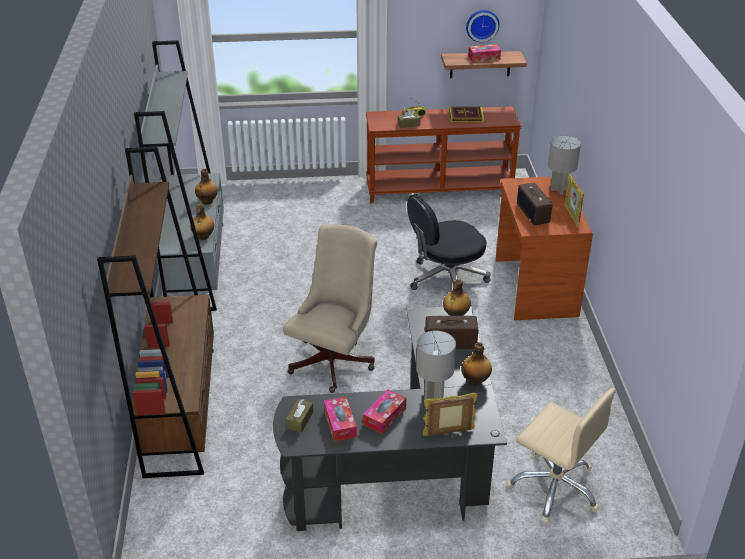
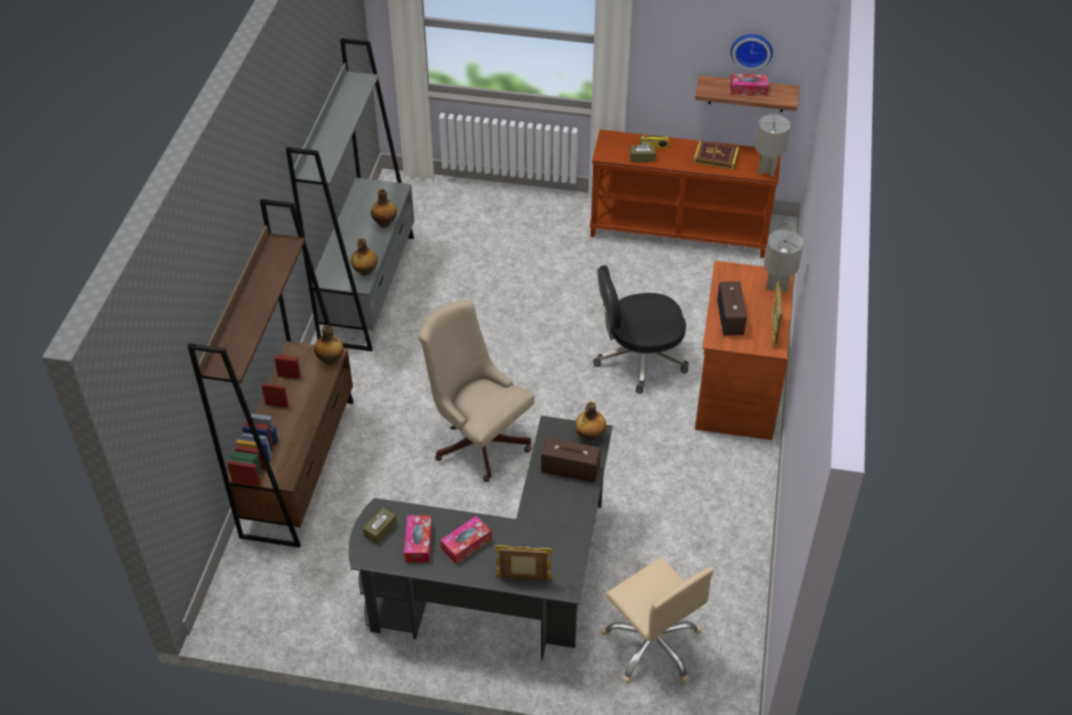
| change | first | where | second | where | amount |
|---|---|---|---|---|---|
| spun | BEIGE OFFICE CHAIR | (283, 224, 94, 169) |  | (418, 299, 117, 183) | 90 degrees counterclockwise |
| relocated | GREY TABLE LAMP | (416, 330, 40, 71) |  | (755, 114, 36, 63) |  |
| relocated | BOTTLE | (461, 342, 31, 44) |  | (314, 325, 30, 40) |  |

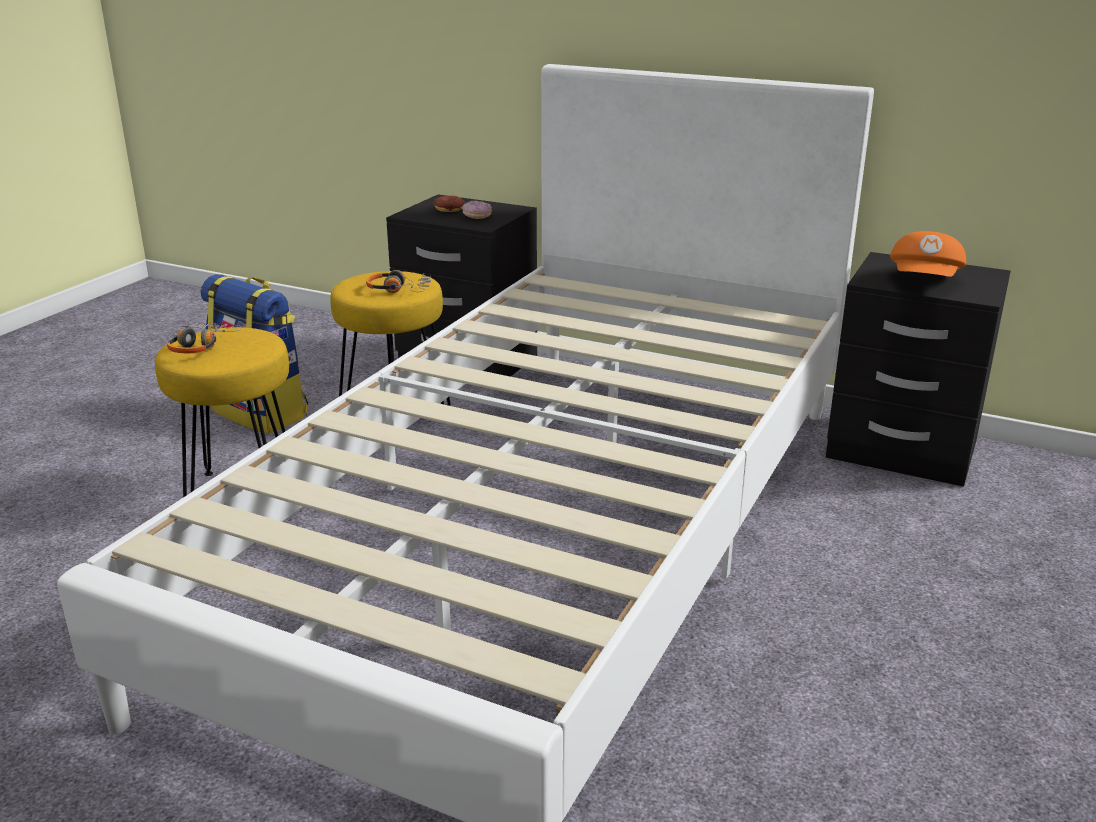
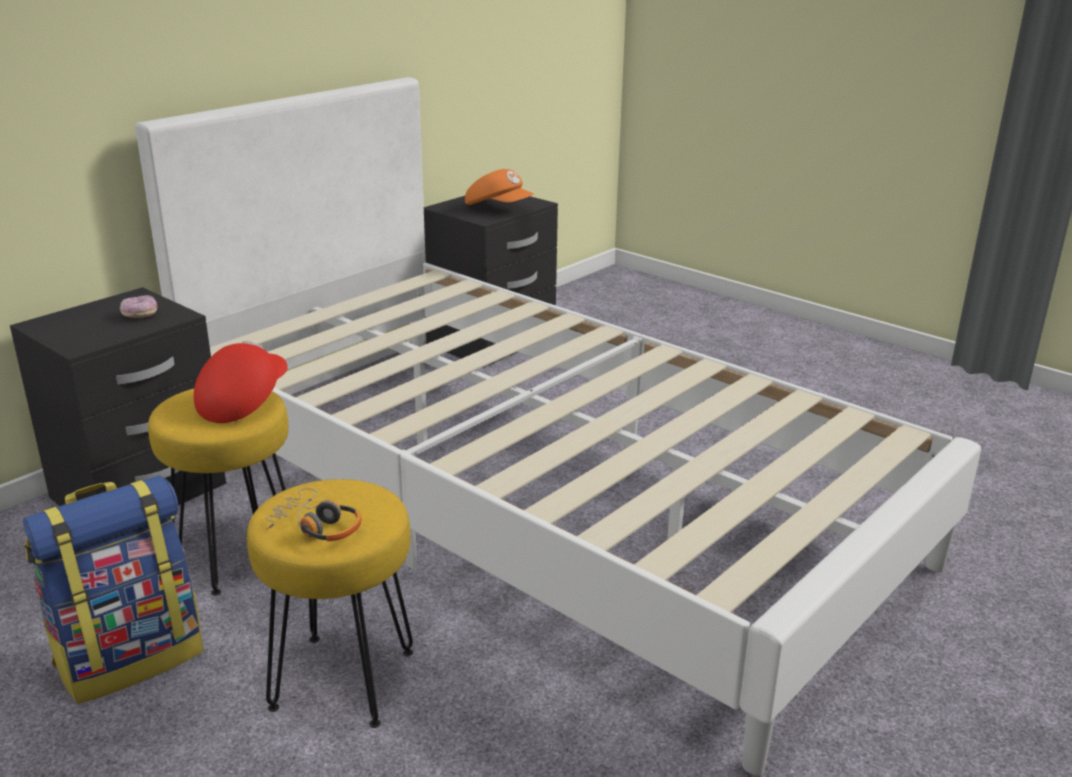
| change | first | where | second | where | amount |
|---|---|---|---|---|---|
| missing | DONUT | (434, 196, 31, 16) |  |  |  |
| exchanged | HEADPHONES | (366, 270, 65, 23) | RED CAP | (194, 341, 94, 82) |  |

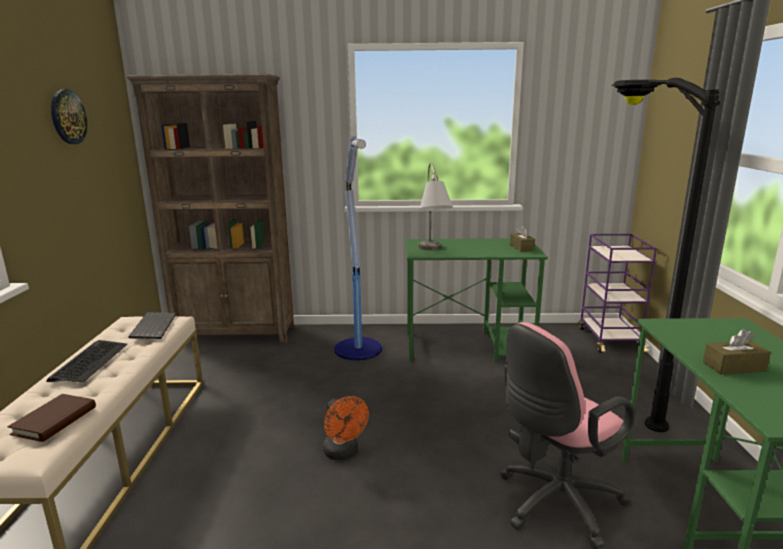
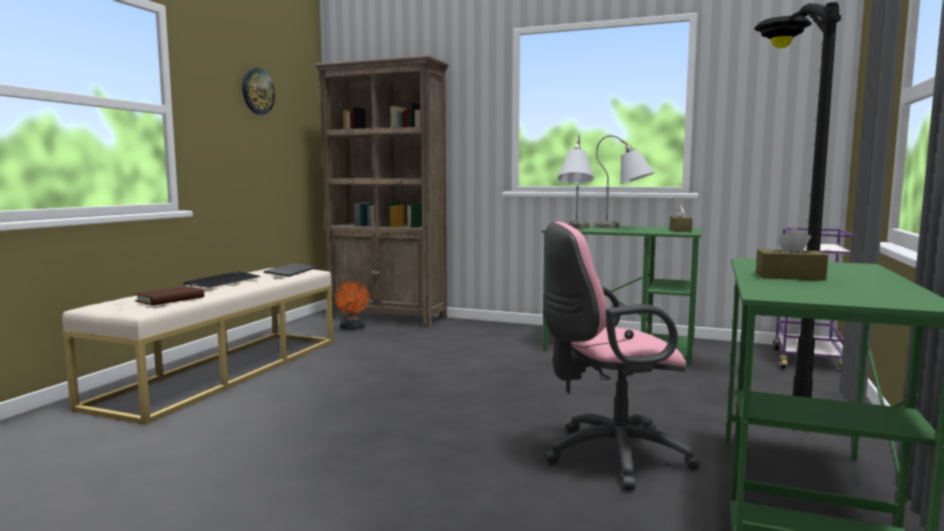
| change | first | where | second | where | amount |
|---|---|---|---|---|---|
| missing | FLOOR LAMP | (334, 136, 48, 224) |  |  |  |
| relocated | ORANGE FAN | (323, 396, 46, 64) |  | (335, 281, 34, 49) |  |
| appeared |  |  | GREY TABLE LAMP | (594, 135, 61, 93) |  |

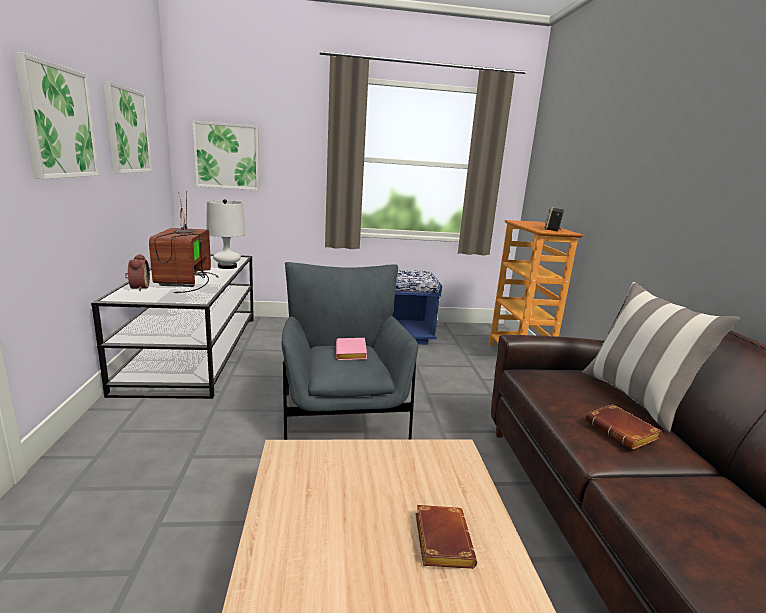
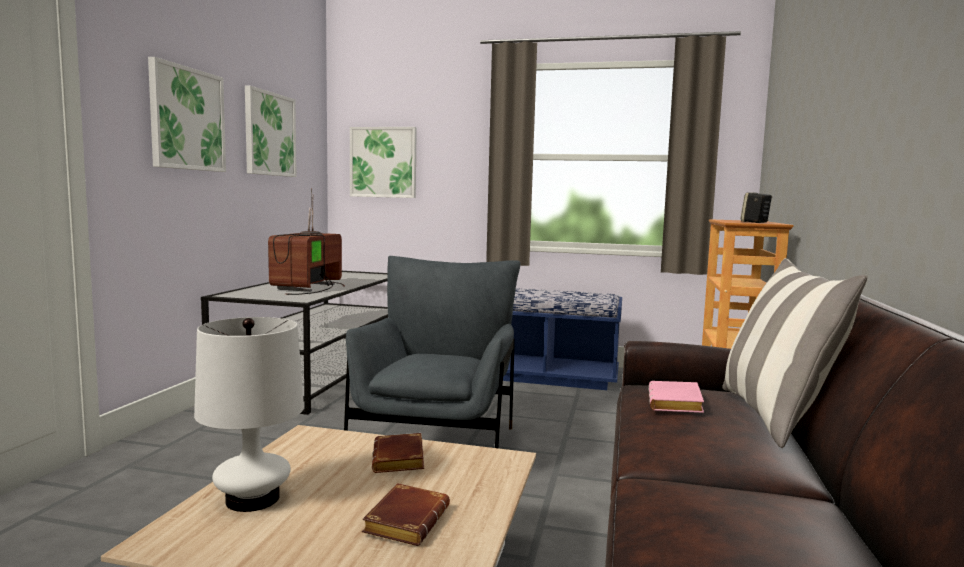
| change | first | where | second | where | amount |
|---|---|---|---|---|---|
| relocated | WHITE TABLE LAMP | (206, 199, 39, 70) |  | (194, 317, 110, 195) |  |
| missing | ALARM CLOCK | (125, 254, 25, 37) |  |  |  |
| relocated | PINK BOOK | (336, 338, 31, 22) |  | (649, 381, 55, 32) |  |
| relocated | BROWN BOOK | (585, 404, 76, 46) |  | (372, 433, 52, 40) |  |

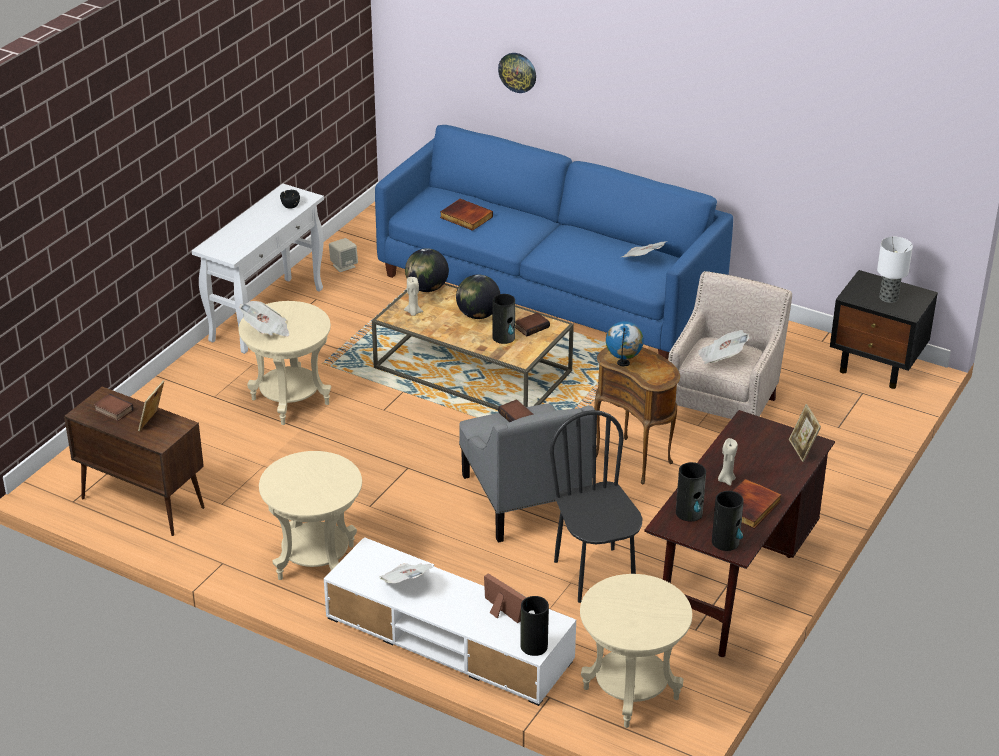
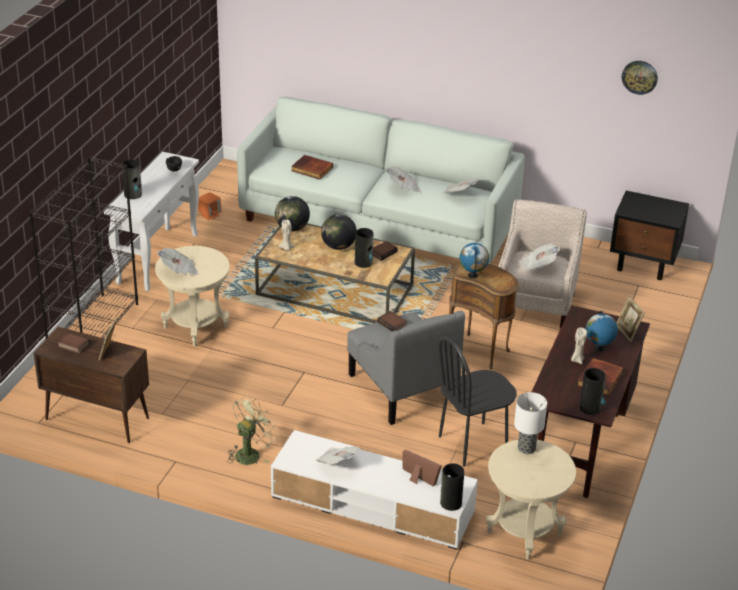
| change | first | where | second | where | amount |
|---|---|---|---|---|---|
| relocated | WALL CLOCK | (498, 53, 38, 40) |  | (622, 61, 36, 34) |  |
| colour | BLUE SOFA | (375, 125, 358, 235) | WHITE SOFA | (237, 97, 288, 167) |  |
| relocated | TABLE LAMP | (877, 237, 36, 66) |  | (514, 392, 33, 62) |  |
| colour | BEIGE SPEAKER | (329, 238, 29, 34) | ORANGE SPEAKER | (198, 192, 24, 28) |  |
| spun | BLACK CHAIR | (549, 410, 94, 193) |  | (438, 337, 79, 130) | 90 degrees counterclockwise |
| exchanged | BEIGE SIDE TABLE | (259, 451, 103, 129) | GREEN FAN | (227, 396, 52, 69) |  |
| relocated | VASE | (676, 462, 30, 59) |  | (122, 159, 20, 40) |  |
| appeared |  |  | BLACK BOOKCASE | (29, 156, 109, 183) |  |
| appeared |  |  | NEWSPAPER | (385, 167, 36, 25) |  |
| appeared |  |  | GLOBE | (586, 311, 32, 40) |  |

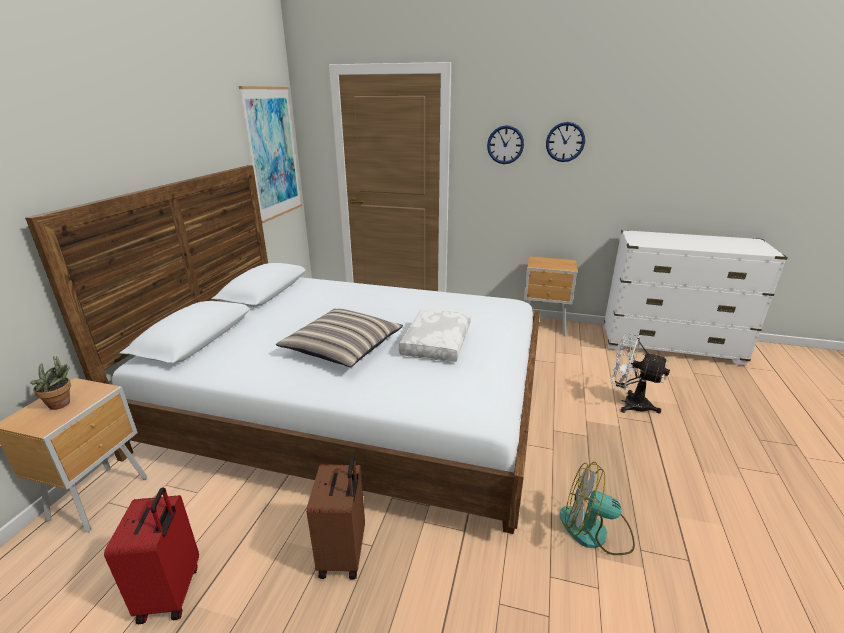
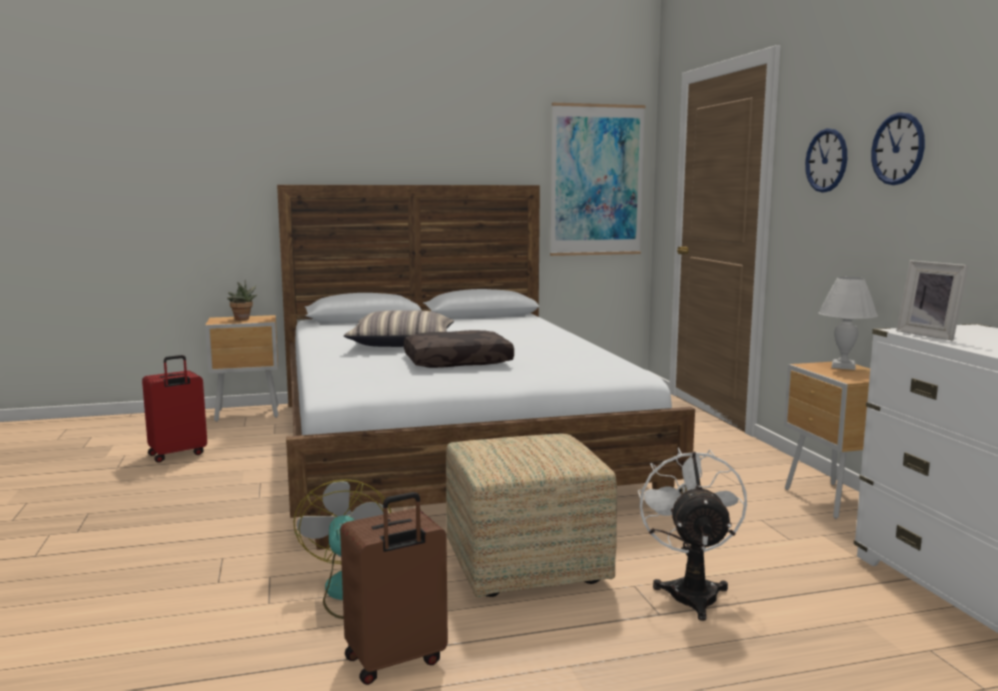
| change | first | where | second | where | amount |
|---|---|---|---|---|---|
| colour | WHITE PILLOW | (399, 310, 72, 52) | BROWN PILLOW | (404, 330, 110, 38) |  |
| relocated | BROWN SUITCASE | (307, 456, 58, 124) |  | (340, 492, 108, 193) |  |
| appeared |  |  | PICTURE FRAME | (896, 260, 73, 81) |  |
| appeared |  |  | WHITE TABLE LAMP | (819, 277, 59, 93) |  |
| appeared |  |  | OTTOMAN | (446, 434, 171, 163) |  |

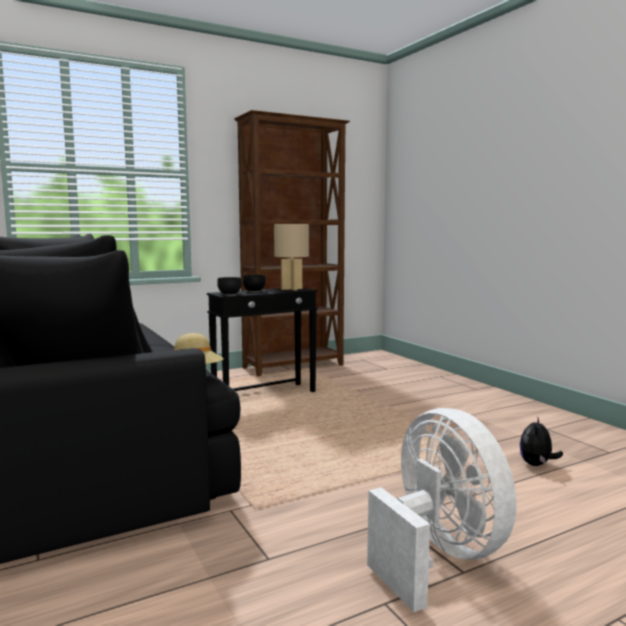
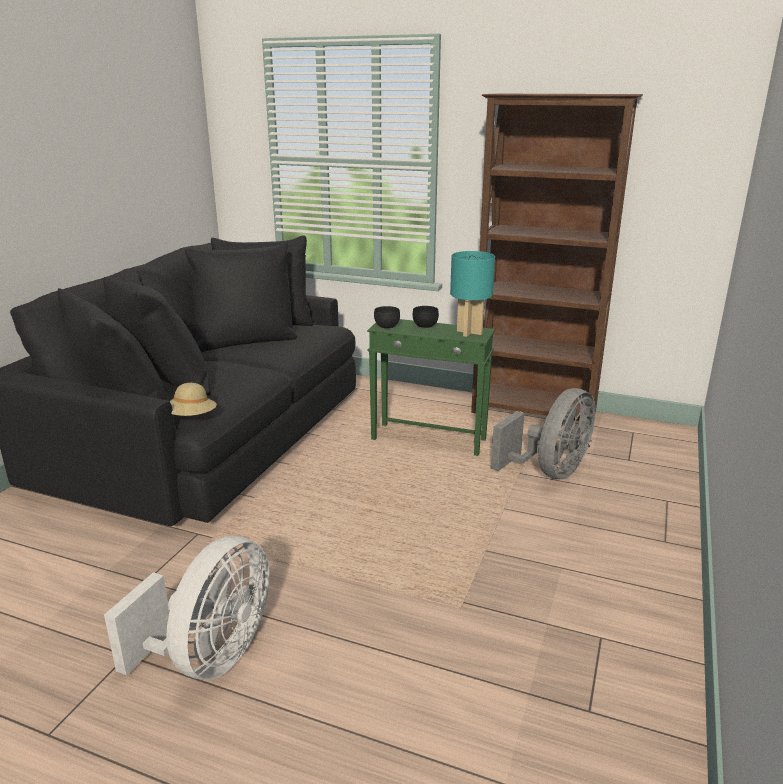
| change | first | where | second | where | amount |
|---|---|---|---|---|---|
| colour | BEIGE TABLE LAMP | (274, 224, 35, 66) | TURQUOISE TABLE LAMP | (450, 251, 45, 86) |  |
| colour | BLACK SIDE TABLE | (207, 288, 111, 104) | GREEN SIDE TABLE | (367, 319, 128, 137) |  |
| missing | PLUSH TOY | (519, 418, 44, 48) |  |  |  |
| appeared |  |  | GREY FAN | (491, 388, 104, 91) |  |

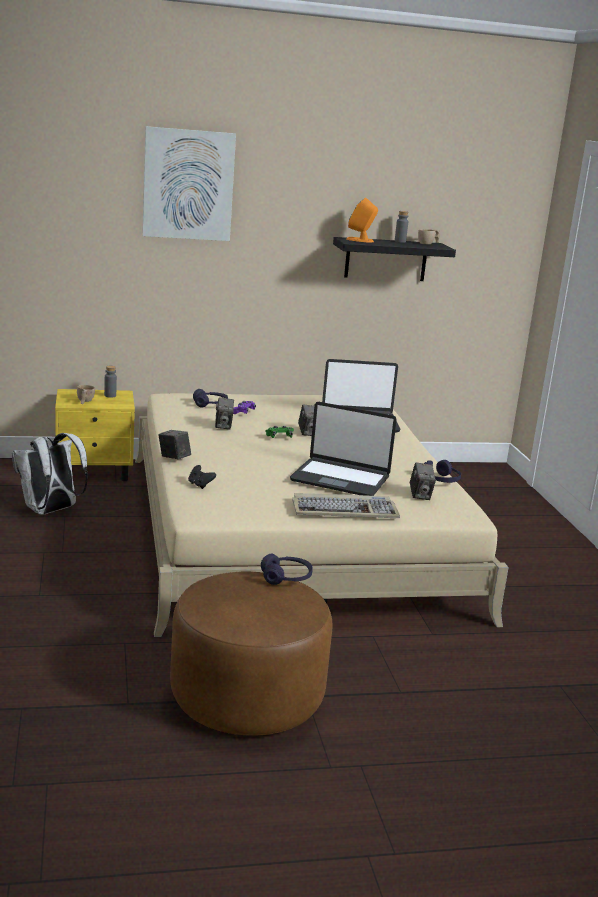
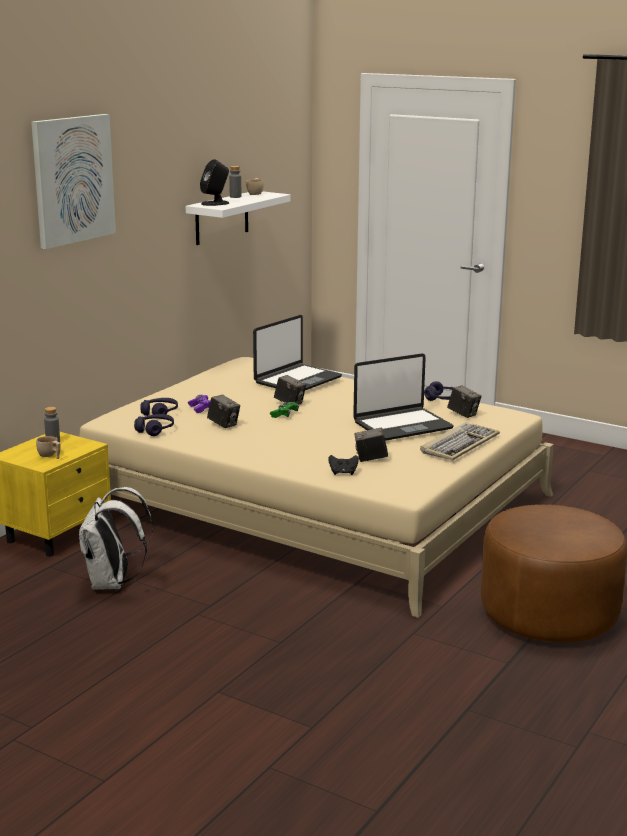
| change | first | where | second | where | amount |
|---|---|---|---|---|---|
| colour | ORANGE SPEAKER | (347, 198, 31, 45) | BLACK SPEAKER | (200, 159, 29, 47) |  |
| colour | BLACK SHELF | (333, 237, 123, 44) | WHITE SHELF | (186, 191, 105, 54) |  |
| relocated | PHOTO CAMERA | (158, 430, 33, 29) |  | (355, 428, 33, 34) |  |
| relocated | PURPLE HEADPHONES | (261, 554, 52, 31) |  | (134, 414, 40, 22) |  |

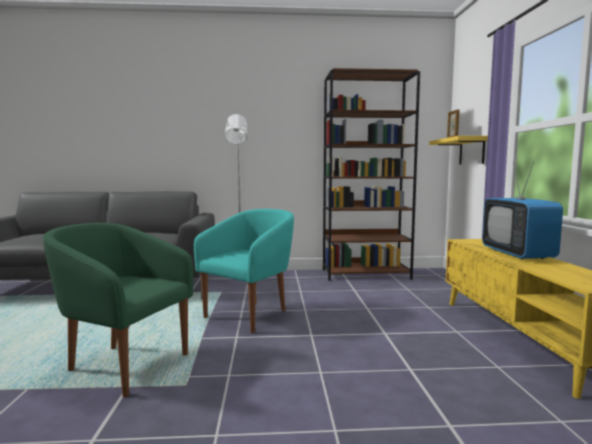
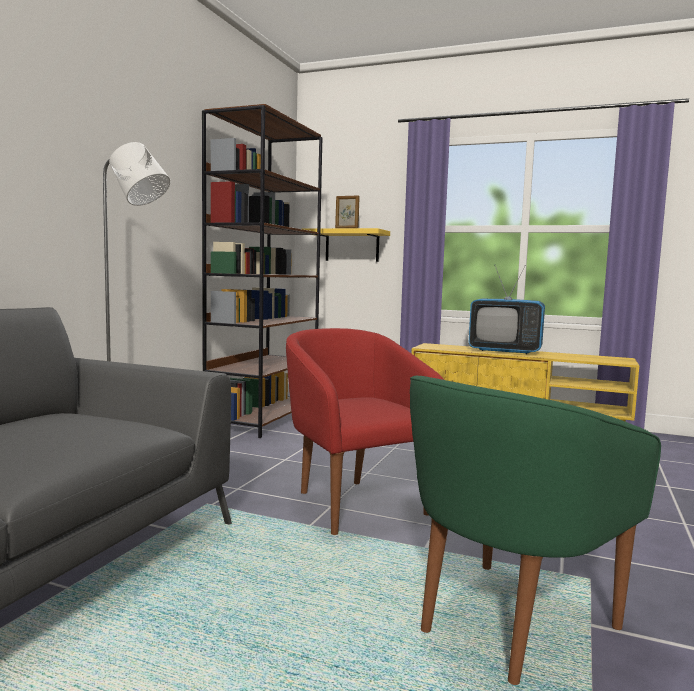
| change | first | where | second | where | amount |
|---|---|---|---|---|---|
| colour | TURQUOISE ARMCHAIR | (194, 209, 100, 124) | RED ARMCHAIR | (286, 328, 158, 207) |  |

